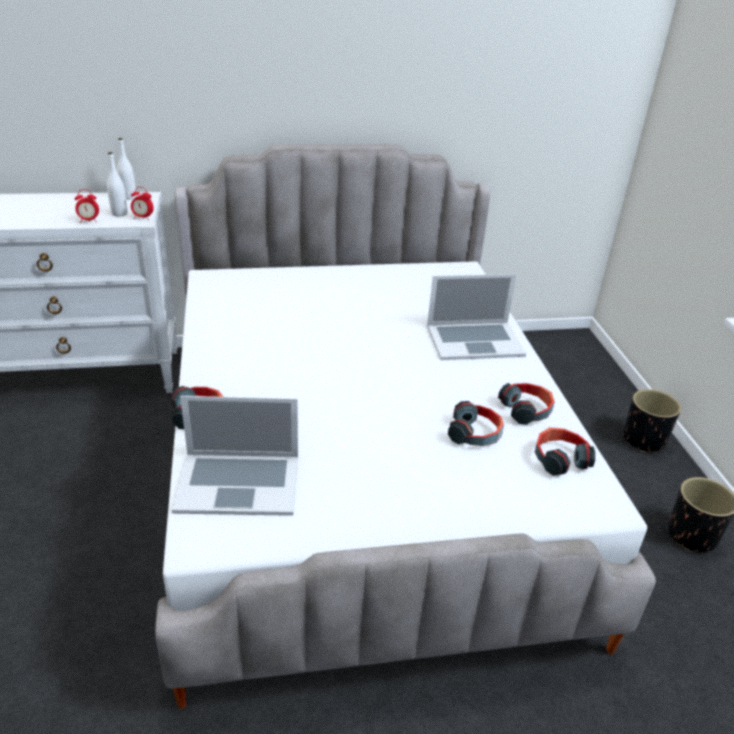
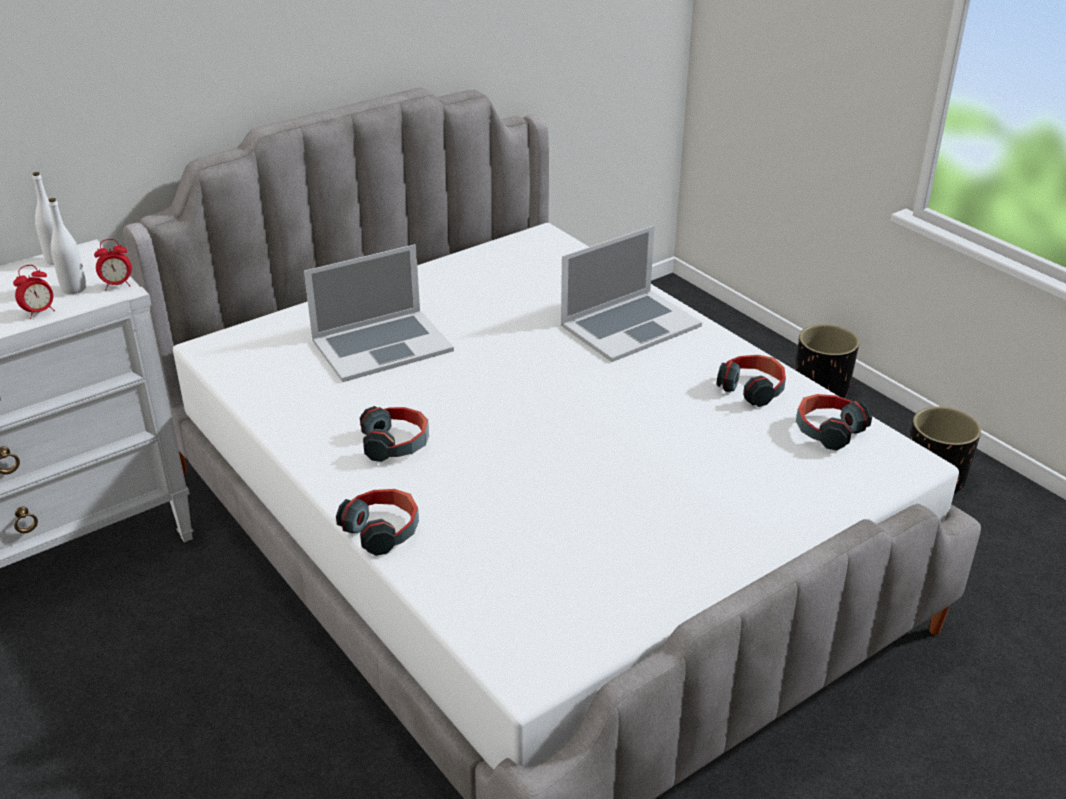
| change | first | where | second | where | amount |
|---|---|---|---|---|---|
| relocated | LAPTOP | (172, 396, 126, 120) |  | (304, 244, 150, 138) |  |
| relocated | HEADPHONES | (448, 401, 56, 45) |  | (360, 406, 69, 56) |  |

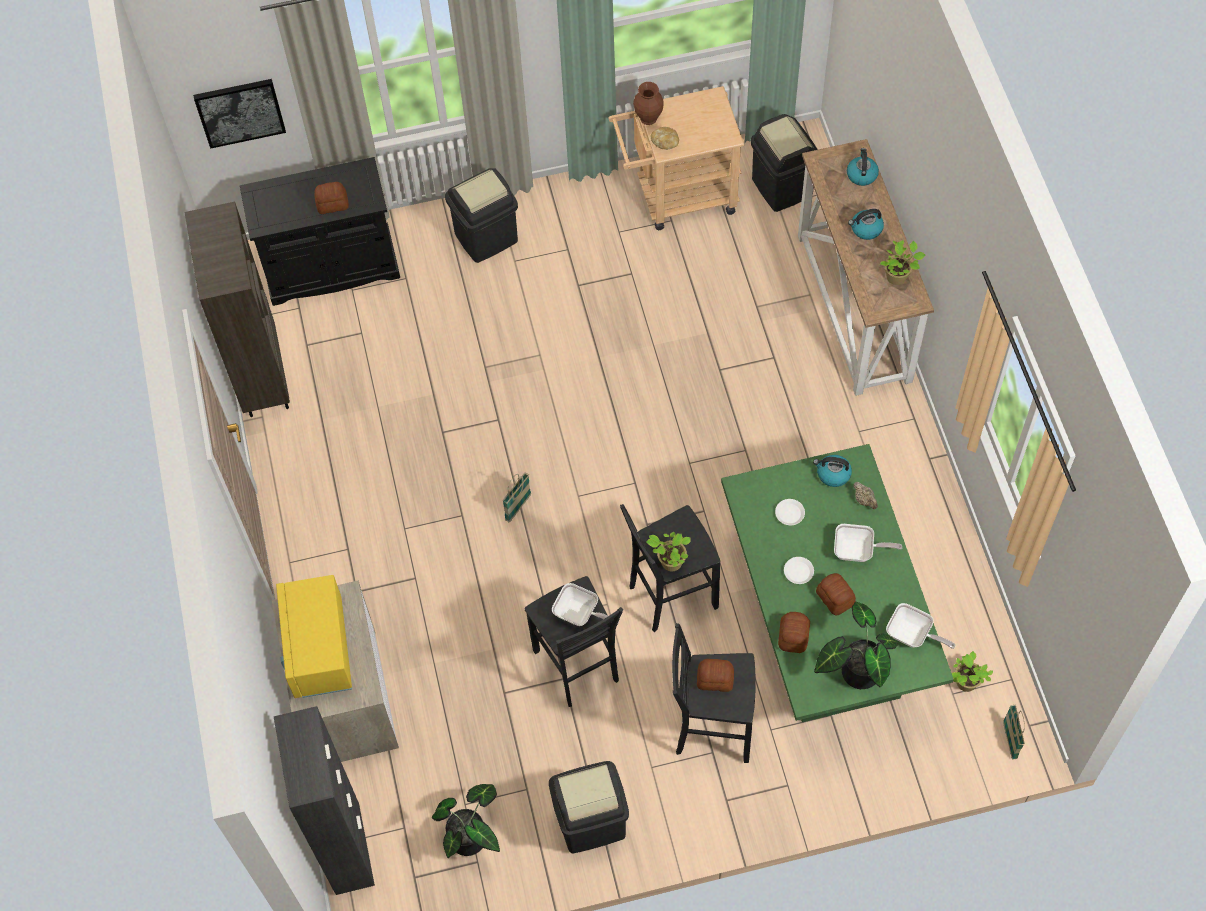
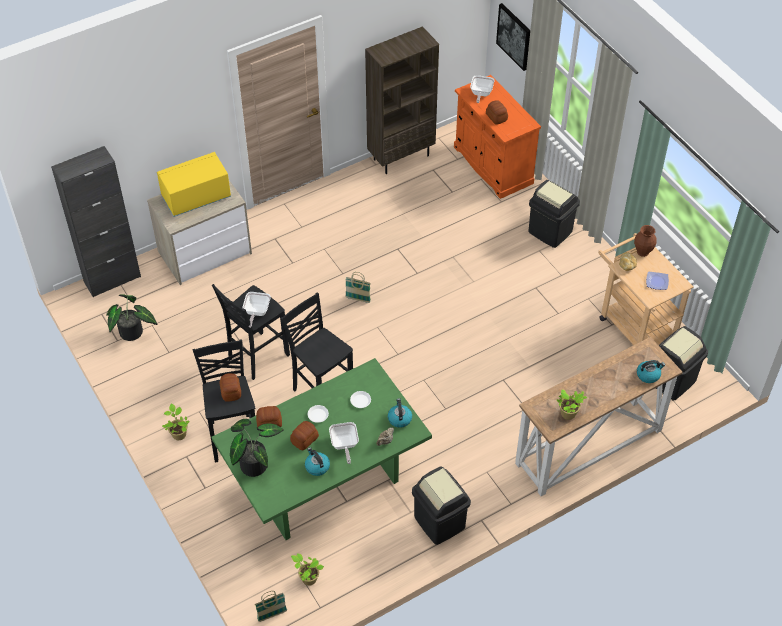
| change | first | where | second | where | amount |
|---|---|---|---|---|---|
| colour | BLACK CABINET | (240, 157, 160, 149) | ORANGE CABINET | (454, 75, 87, 124) |  |
| relocated | KETTLE | (848, 209, 36, 31) |  | (305, 447, 25, 29) |  |
| relocated | POTTED PLANT | (646, 532, 45, 39) |  | (162, 404, 27, 36) |  |
| relocated | FRYING PAN | (886, 603, 69, 46) |  | (470, 75, 24, 28) |  |
| relocated | BLACK TRASH CAN | (549, 761, 80, 93) |  | (412, 466, 59, 79) |  |
| appeared |  |  | PLATE | (646, 272, 23, 18) |  |

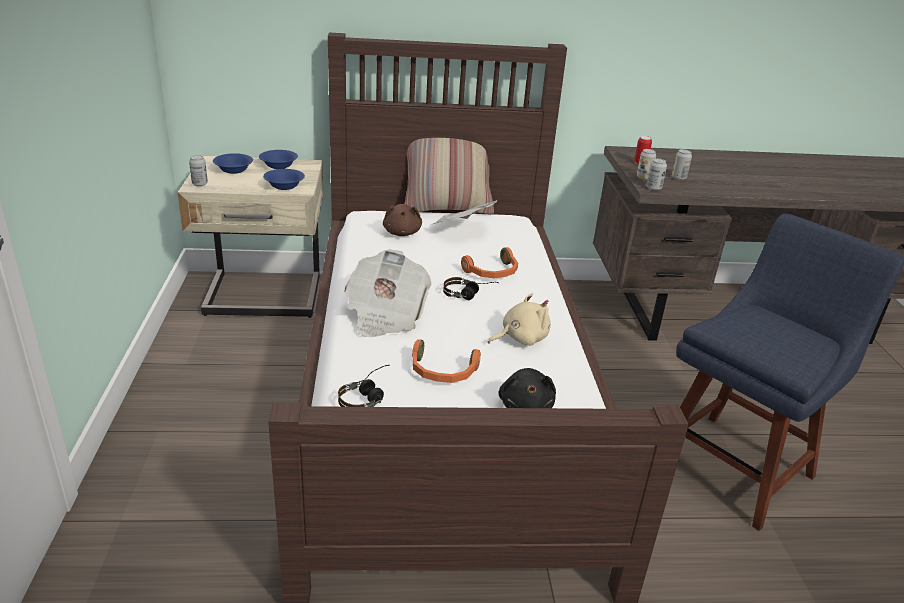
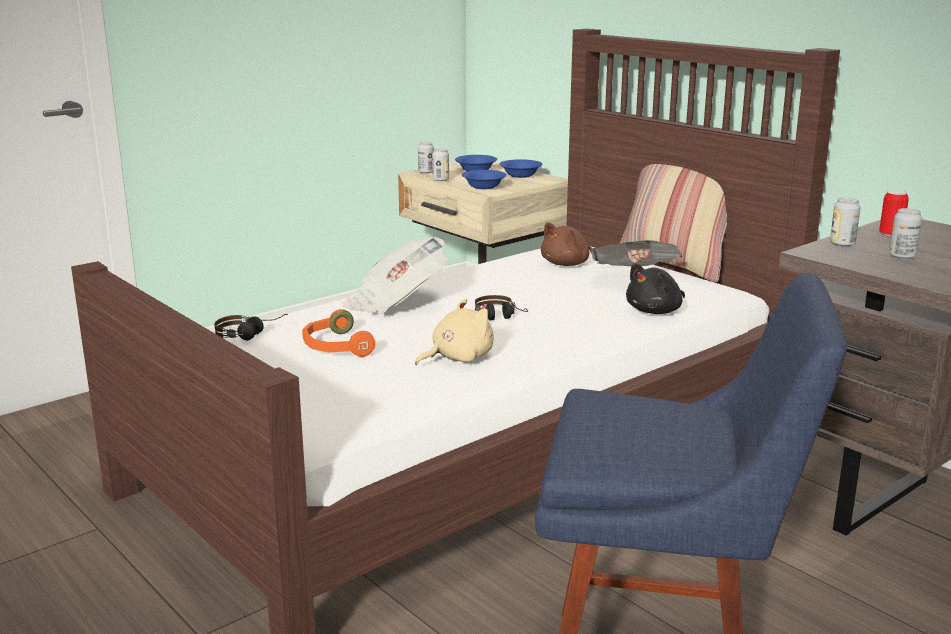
| change | first | where | second | where | amount |
|---|---|---|---|---|---|
| relocated | CAN | (646, 159, 21, 32) |  | (432, 149, 17, 33) |  |
| missing | ORANGE HEADPHONES | (461, 247, 57, 31) |  |  |  |
| spun | BEIGE PLUSH TOY | (488, 293, 63, 53) |  | (415, 299, 79, 66) | 60 degrees counterclockwise |
| relocated | BLACK PLUSH TOY | (498, 368, 58, 40) |  | (626, 263, 59, 51) |  |

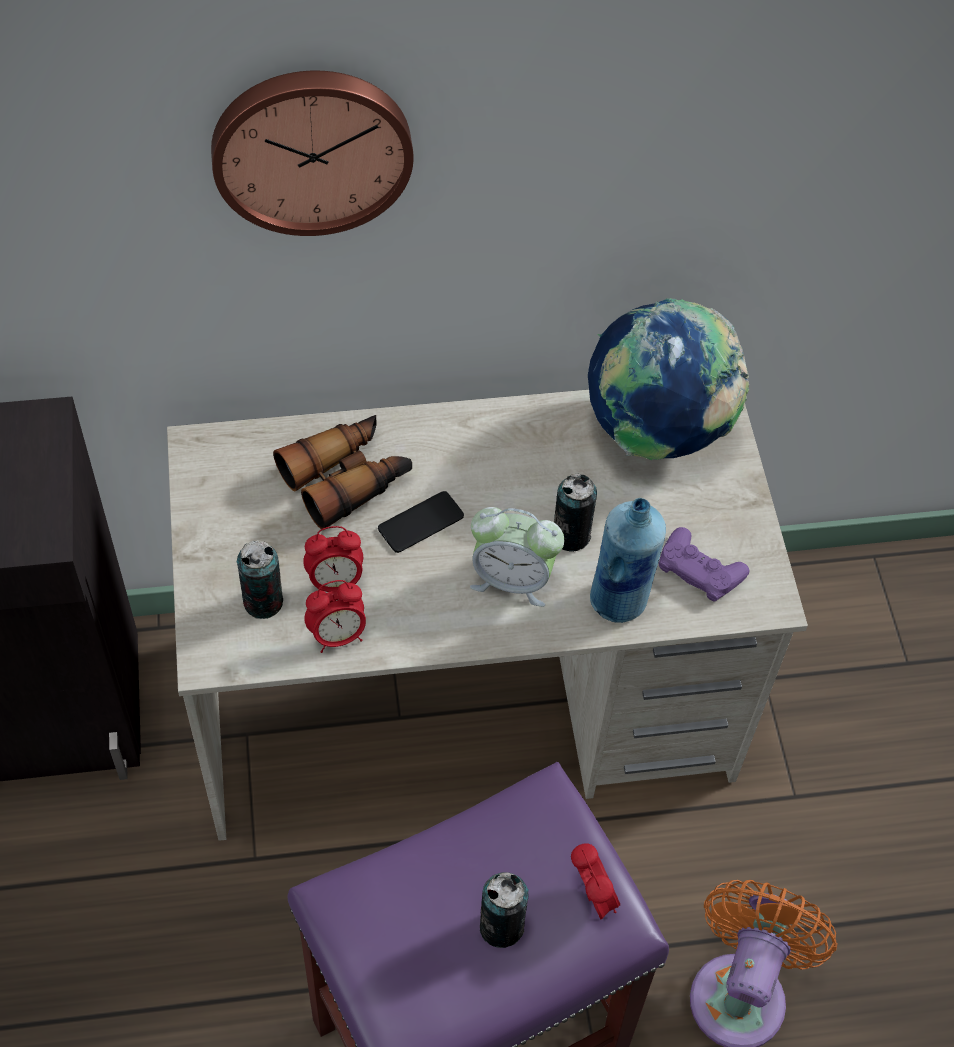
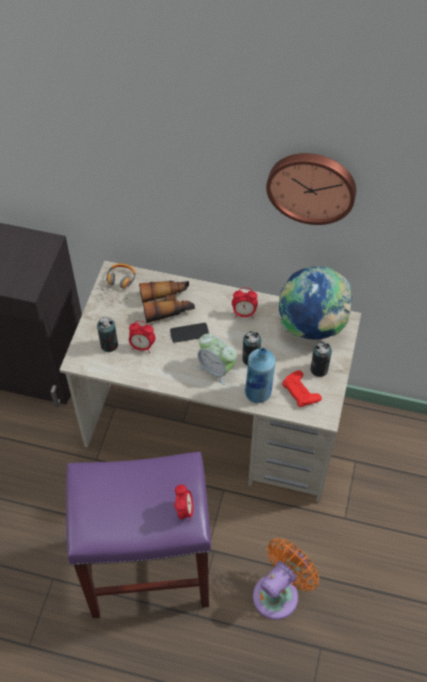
| change | first | where | second | where | amount |
|---|---|---|---|---|---|
| relocated | WALL CLOCK | (211, 71, 203, 165) |  | (266, 153, 90, 72) |  |
| colour | PURPLE GAME CONTROLLER | (658, 527, 92, 75) | RED GAME CONTROLLER | (282, 370, 40, 37) |  |
| relocated | ALARM CLOCK | (304, 580, 62, 73) |  | (232, 287, 26, 32) |  |
| relocated | CAN | (480, 872, 49, 76) |  | (310, 342, 22, 35) |  |
| appeared |  |  | HEADPHONES | (91, 264, 45, 39) |  |

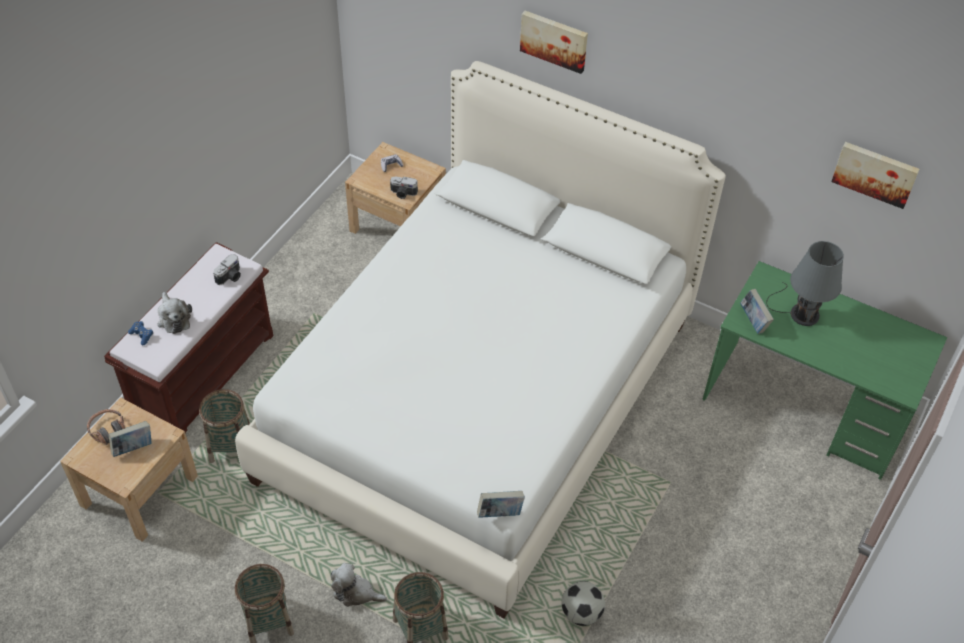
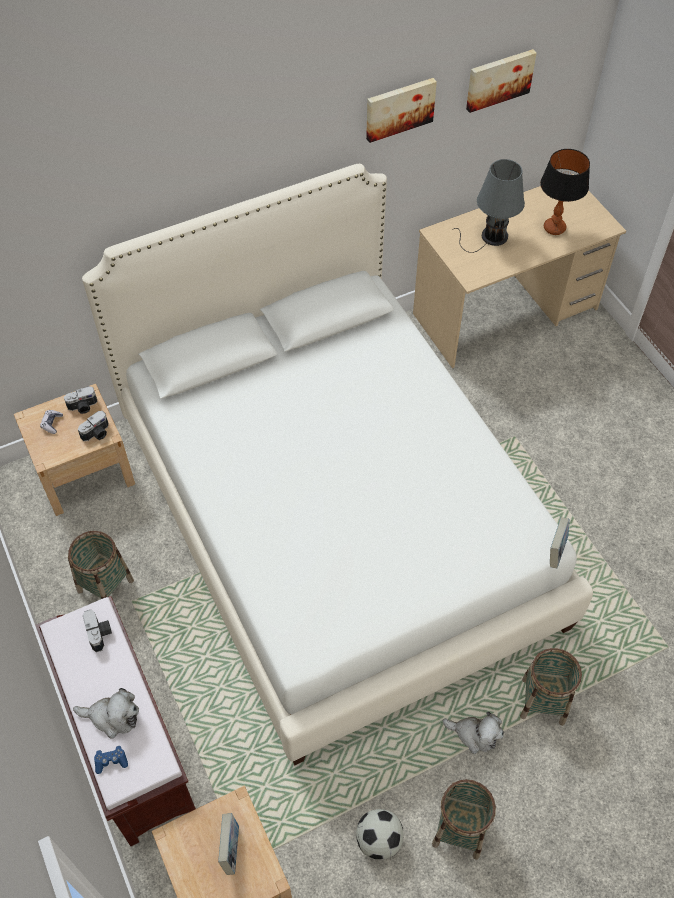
| change | first | where | second | where | amount |
|---|---|---|---|---|---|
| relocated | PICTURE | (520, 11, 68, 63) |  | (366, 78, 71, 65) |  |
| colour | GREEN DESK | (702, 261, 245, 219) | BEIGE DESK | (413, 174, 213, 194) |  |
| missing | BOOK | (740, 289, 34, 45) |  |  |  |
| relocated | BASKET | (199, 389, 51, 74) |  | (68, 531, 66, 68) |  |
| missing | HEADPHONES | (87, 409, 38, 36) |  |  |  |
| spun | PLUSH TOY | (331, 563, 56, 44) |  | (442, 712, 62, 42) | 120 degrees counterclockwise |
| relocated | FOOTBALL | (561, 581, 44, 45) |  | (356, 809, 48, 51) |  |
| appeared |  |  | TABLE LAMP | (540, 149, 50, 86) |  |
| appeared |  |  | PHOTO CAMERA | (64, 386, 34, 28) |  |

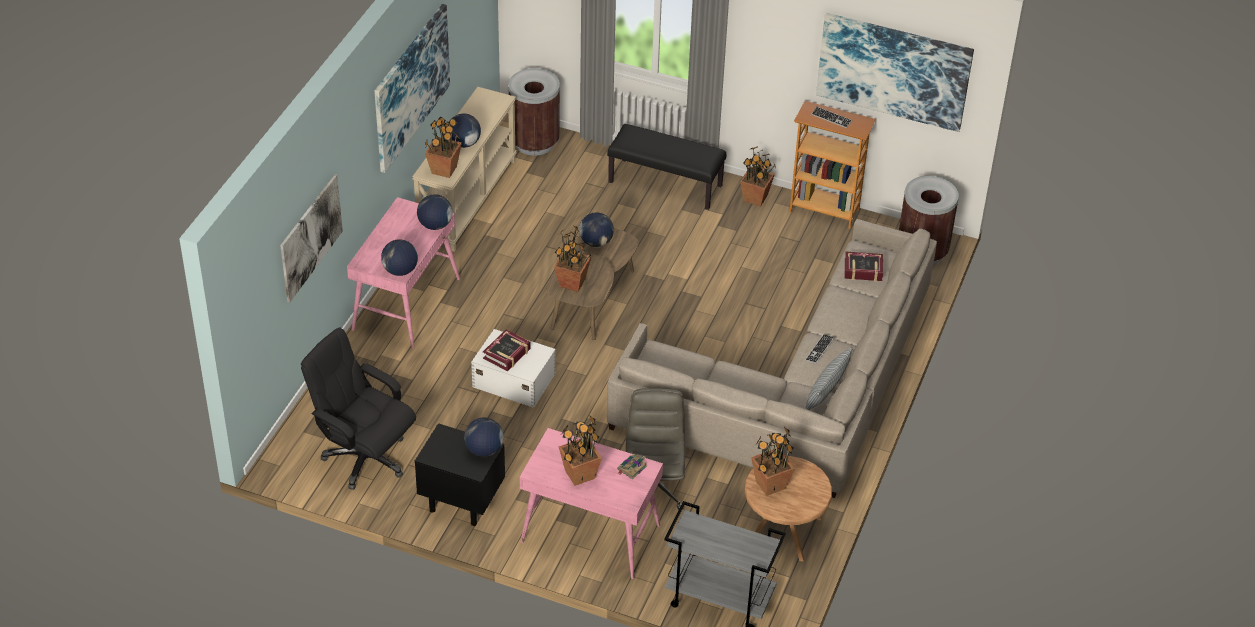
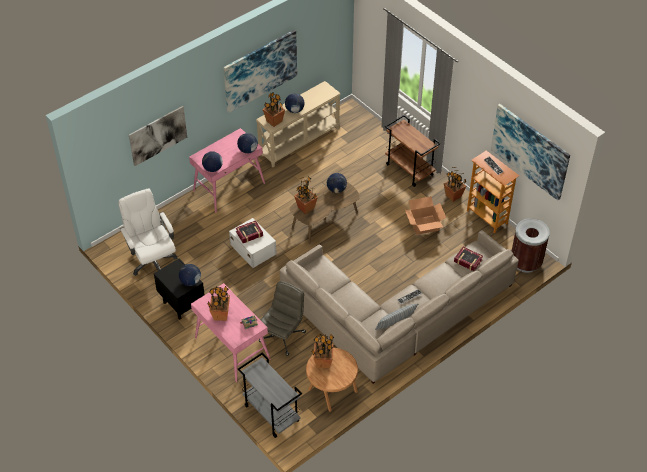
| change | first | where | second | where | amount |
|---|---|---|---|---|---|
| missing | BROWN TRASH CAN | (509, 68, 51, 88) |  |  |  |
| exchanged | BLACK BENCH | (607, 124, 119, 86) | BROWN CART | (385, 115, 56, 72) |  |
| colour | BLACK OFFICE CHAIR | (301, 327, 115, 163) | WHITE OFFICE CHAIR | (118, 189, 59, 87) |  |
| appeared |  |  | CARDBOARD BOX | (405, 196, 41, 39) |  |

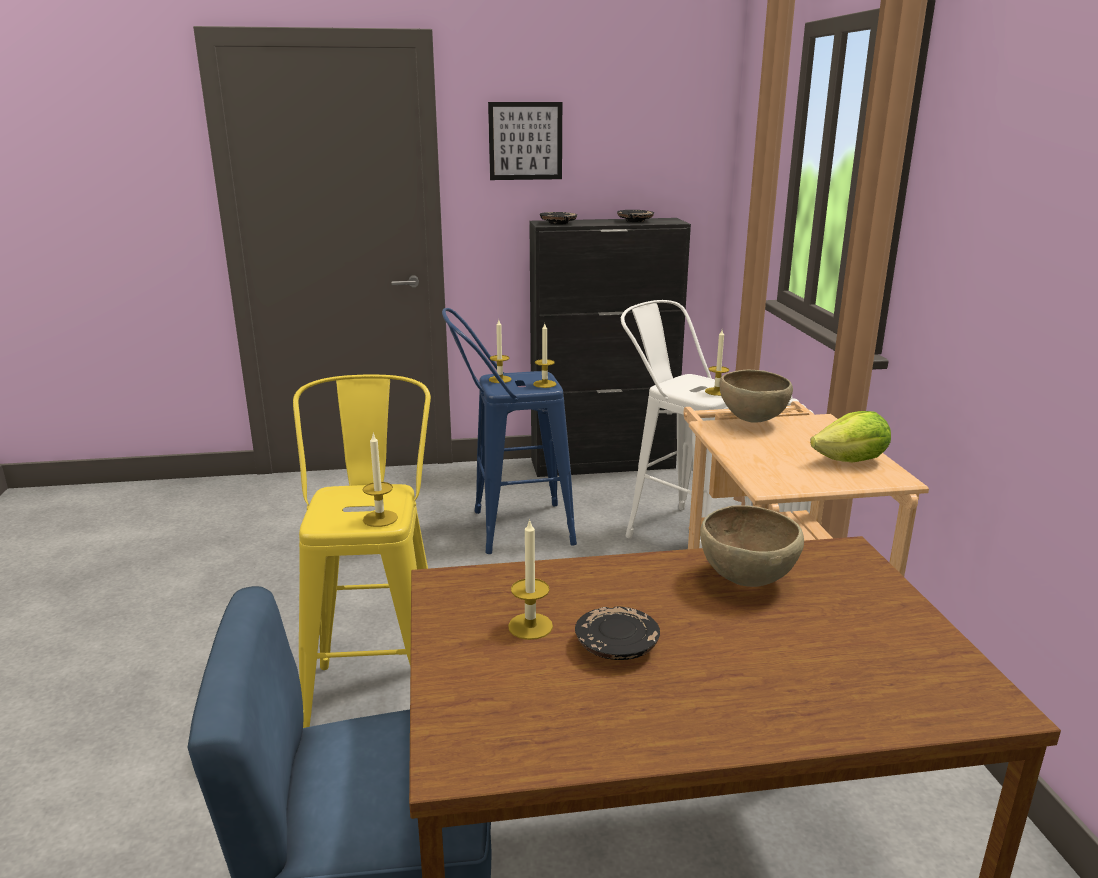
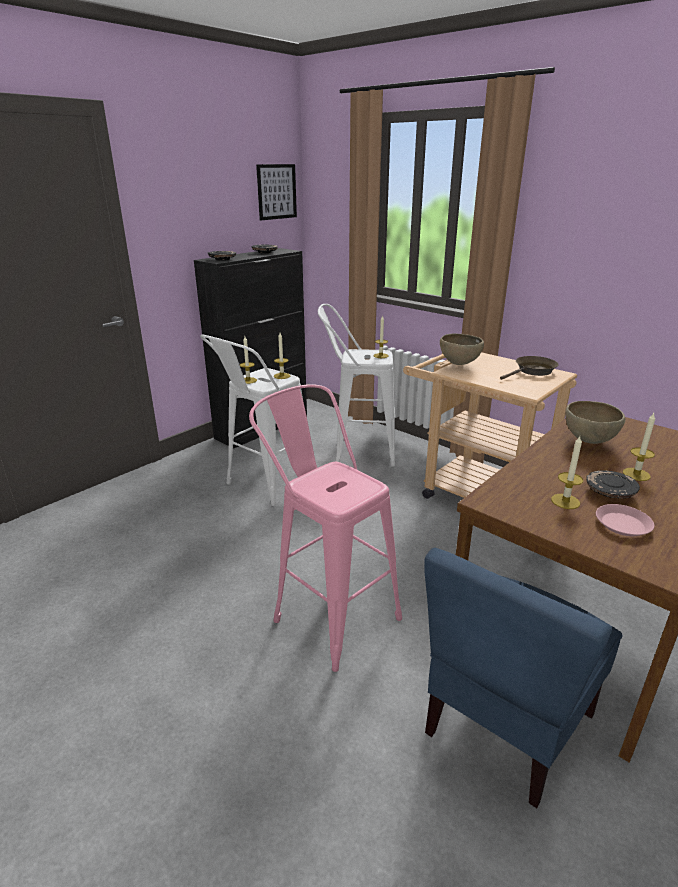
| change | first | where | second | where | amount |
|---|---|---|---|---|---|
| relocated | PICTURE | (488, 102, 74, 78) |  | (256, 164, 41, 56) |  |
| colour | BLUE STOOL | (442, 308, 135, 246) | WHITE STOOL | (200, 334, 103, 172) |  |
| colour | YELLOW STOOL | (293, 375, 138, 353) | PINK STOOL | (249, 384, 153, 288) |  |
| exchanged | LETTUCE | (810, 411, 81, 52) | BROWN FRYING PAN | (500, 356, 59, 24) |  |
| relocated | CANDLE | (363, 434, 35, 93) |  | (623, 413, 32, 68) |  |
| appeared |  |  | PINK PLATE | (596, 504, 58, 32) |  |

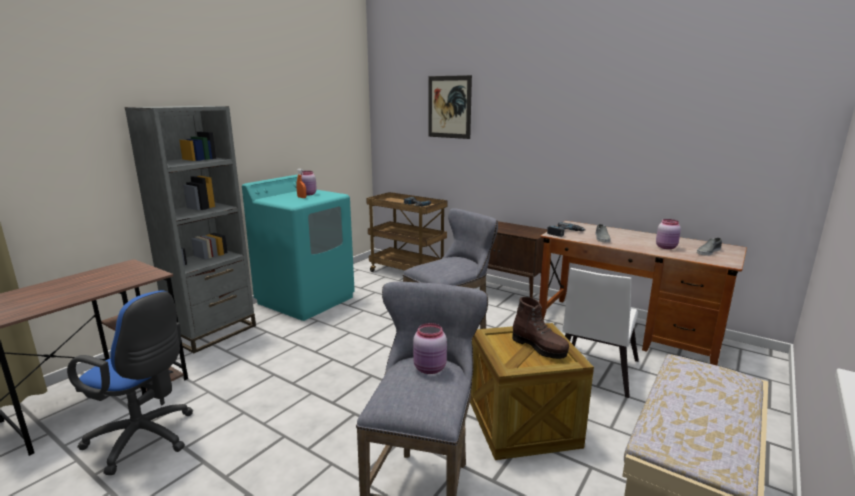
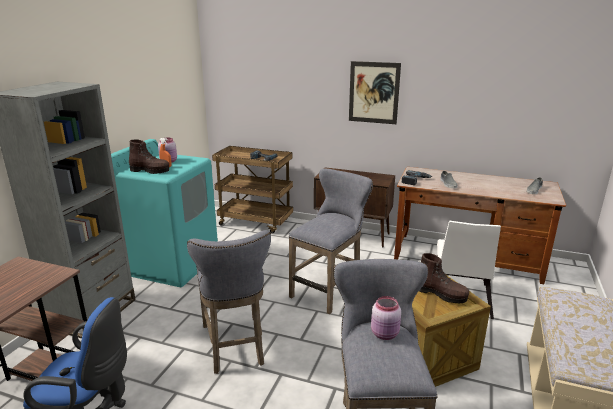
| change | first | where | second | where | amount |
|---|---|---|---|---|---|
| relocated | PICTURE | (428, 75, 44, 64) |  | (349, 61, 52, 63) |  |
| missing | PINK JAR | (656, 219, 25, 30) |  |  |  |
| appeared |  |  | BROWN BOOT | (129, 140, 40, 34) |  |
| appeared |  |  | GREY STOOL | (187, 230, 84, 144) |  |

